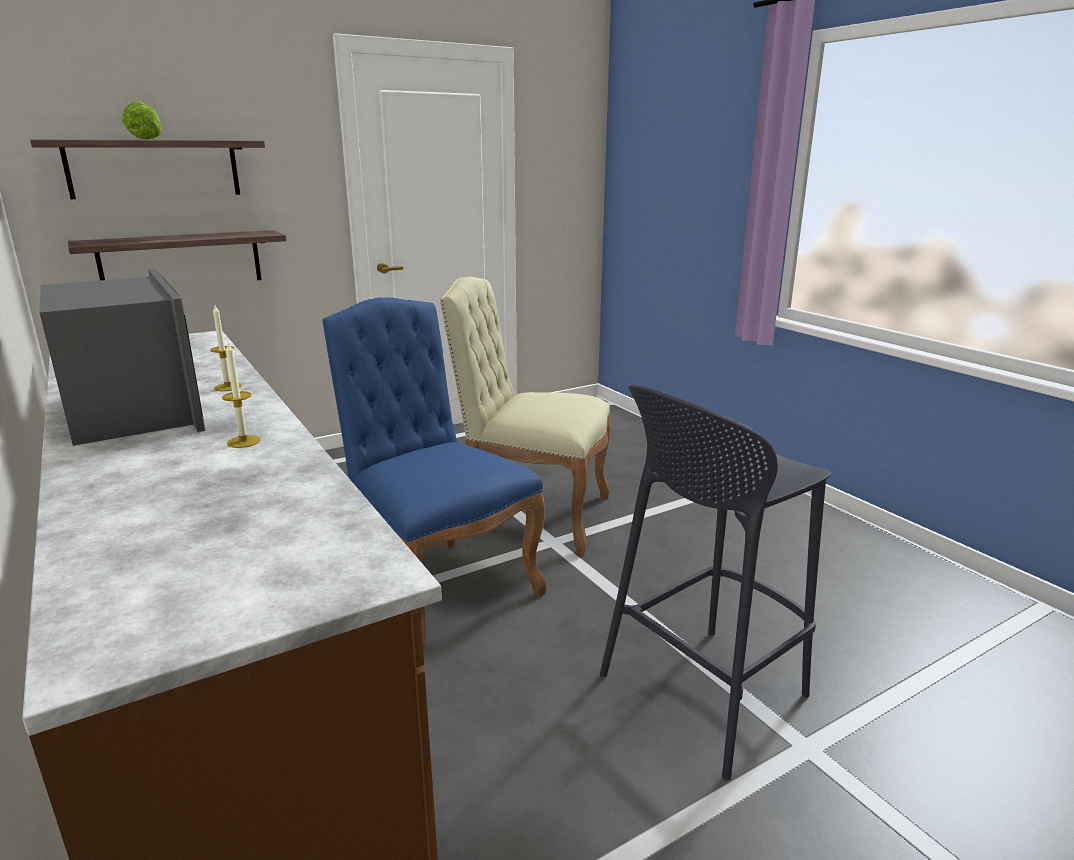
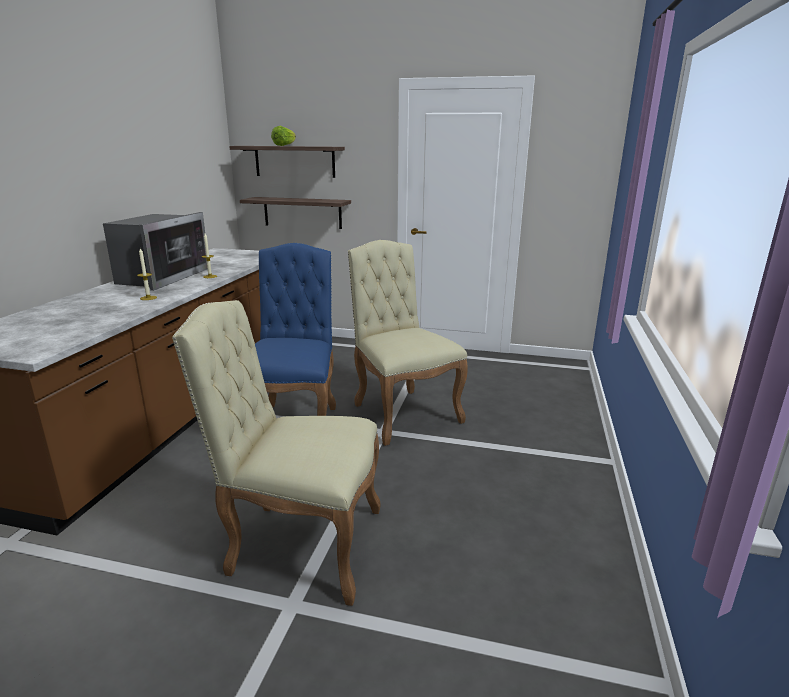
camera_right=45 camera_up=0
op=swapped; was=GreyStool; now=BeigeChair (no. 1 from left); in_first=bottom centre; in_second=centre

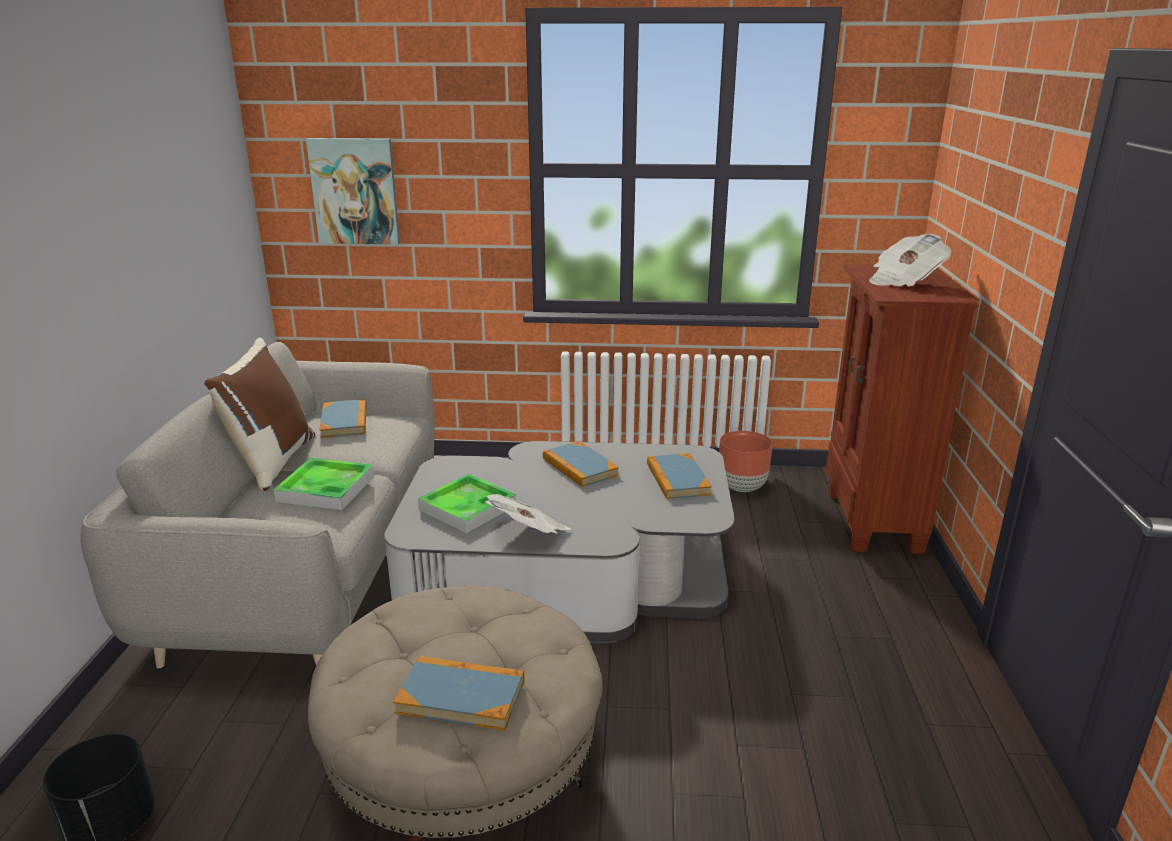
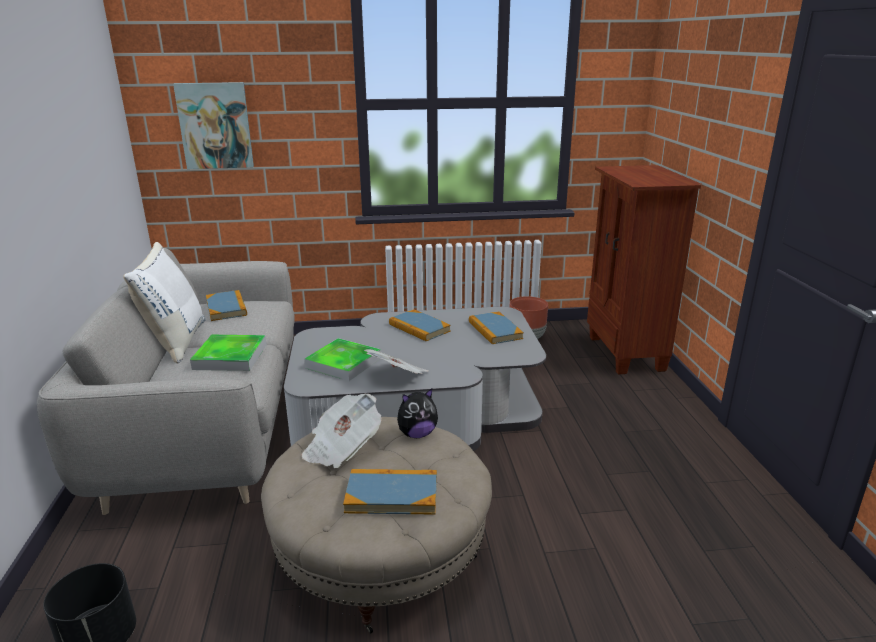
camera_right=-10 camera_up=0
op=repainted; was=BrownPillow; now=WhitePillow; in_first=middle left; in_second=middle left
op=shifted; was=Newspaper (no. 2 from left in the first image); now=Newspaper (no. 1 from left); in_first=top right; in_second=bottom centre
op=new; now=PlushToy; in_second=centre

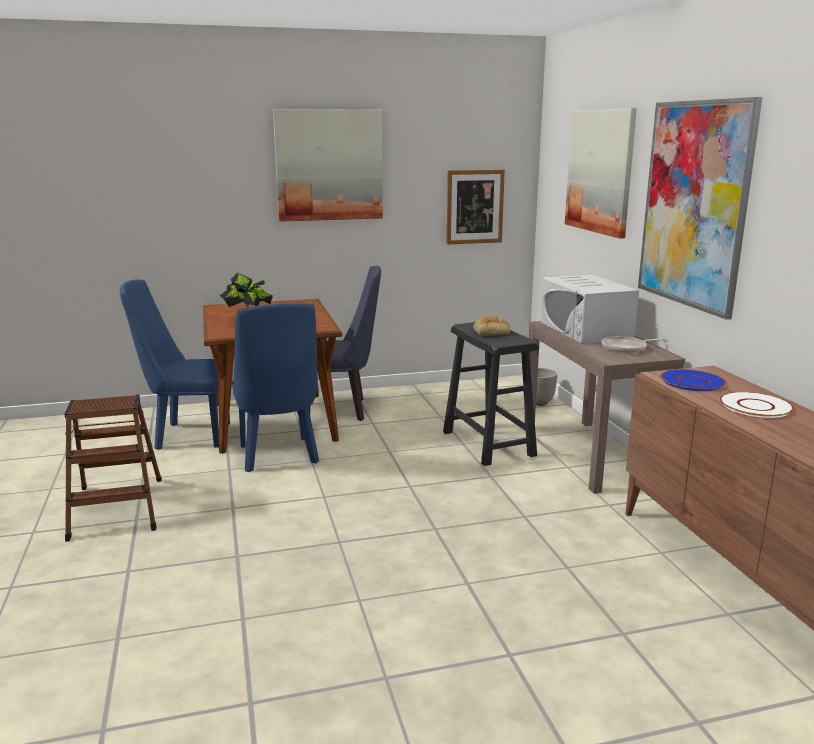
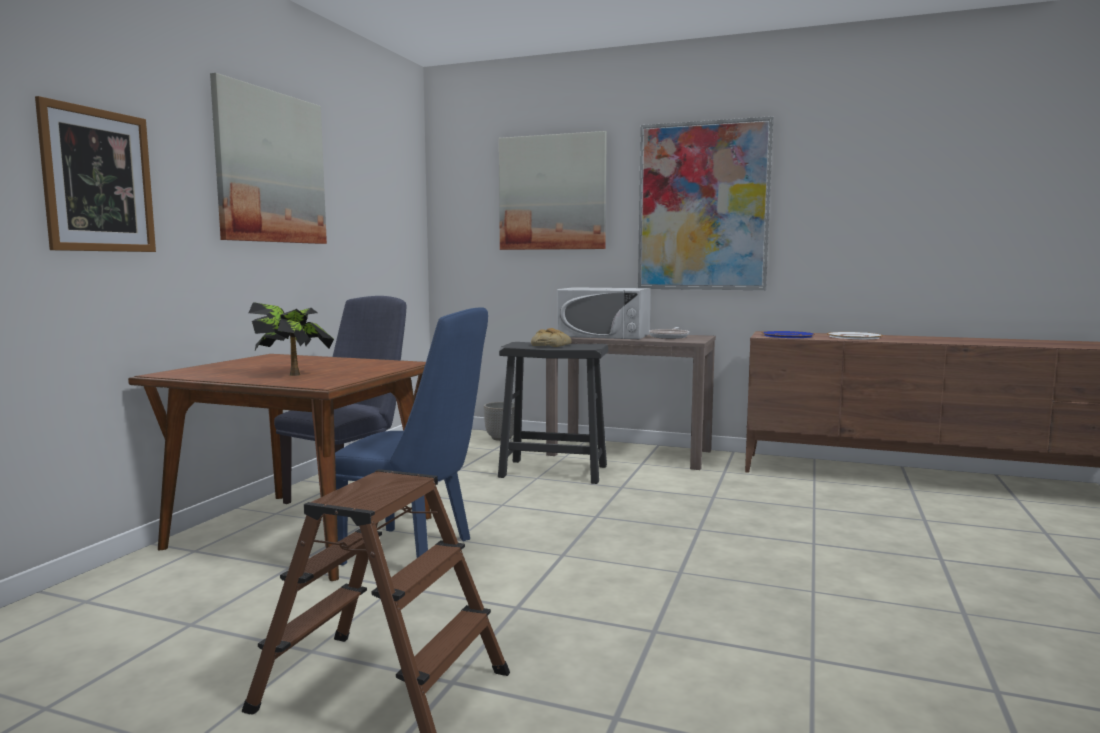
camera_right=-55 camera_up=-10
op=gone; was=BlueChair (no. 1 from left); in_first=middle left
op=shifted; was=Picture (no. 2 from left in the first image); now=Picture (no. 1 from left); in_first=top centre; in_second=top left

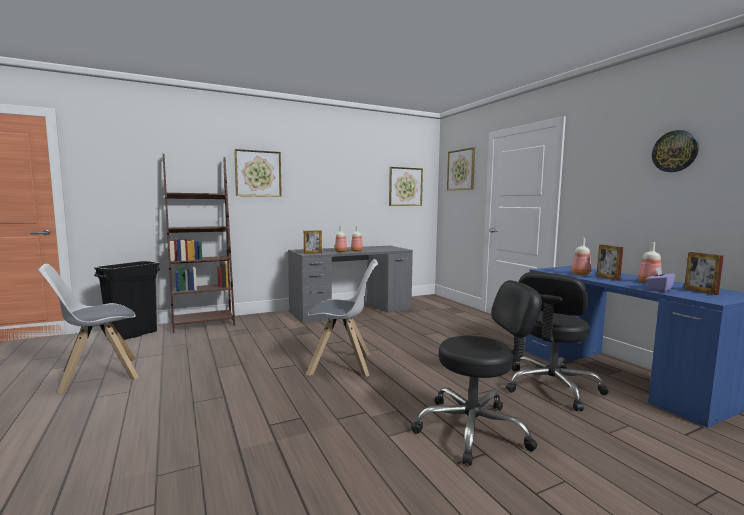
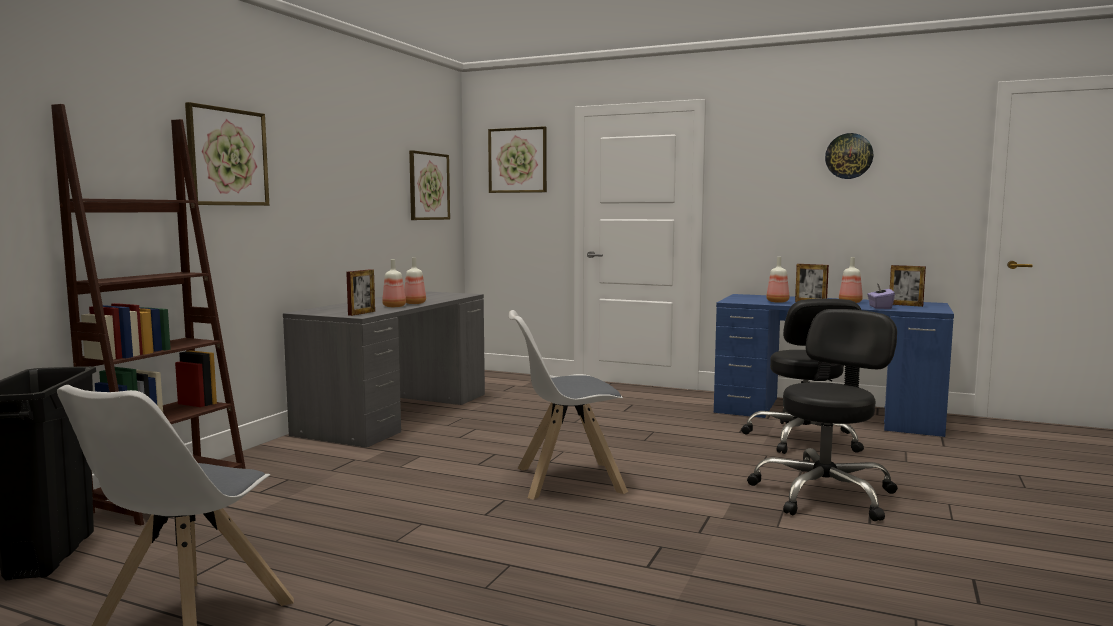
camera_right=-40 camera_up=0
op=rotated; was=Chair (no. 2 from left); in_first=centre; in_second=centre; clockwise=-150

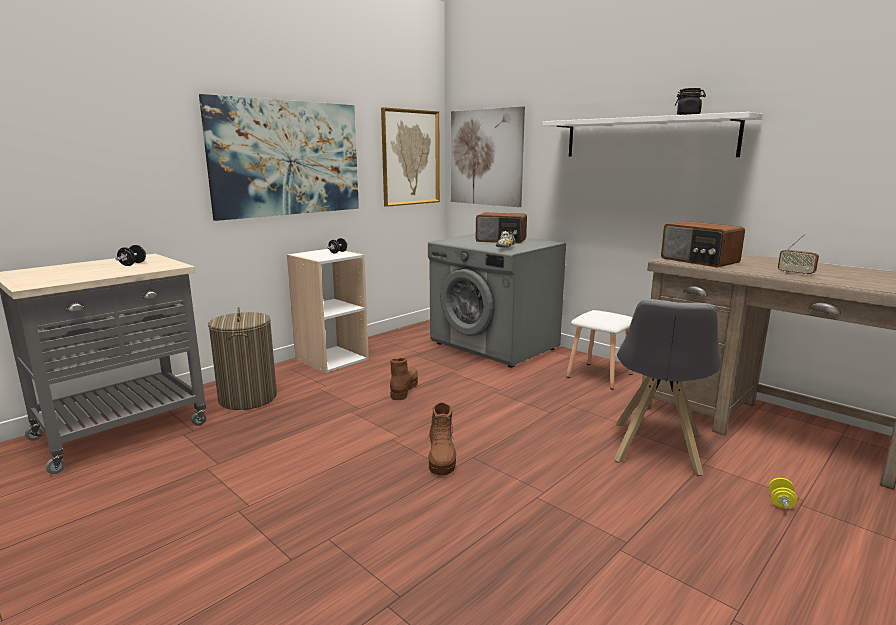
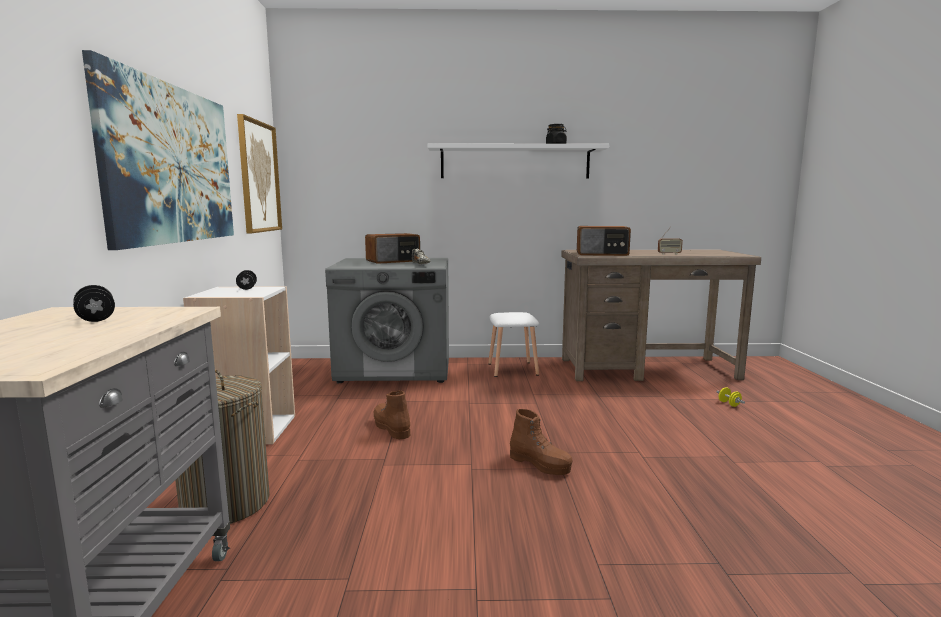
camera_right=-45 camera_up=-5
op=gone; was=Picture (no. 3 from left); in_first=top centre
op=gone; was=GreyChair; in_first=middle right

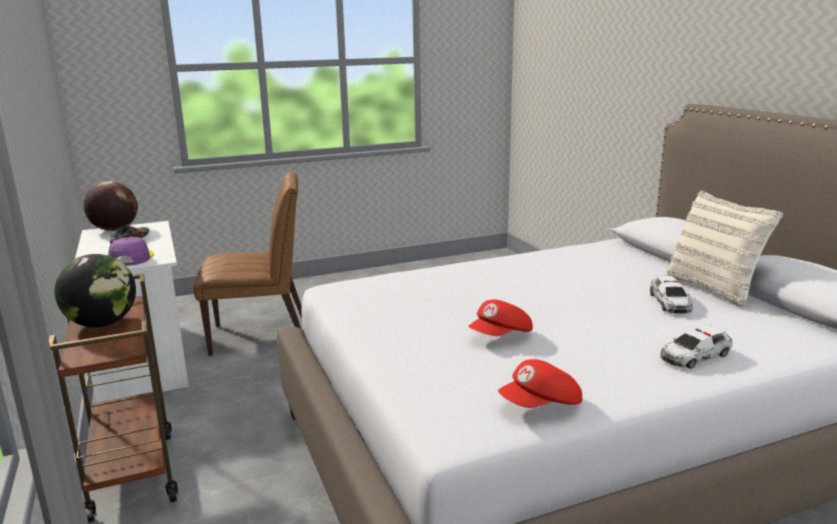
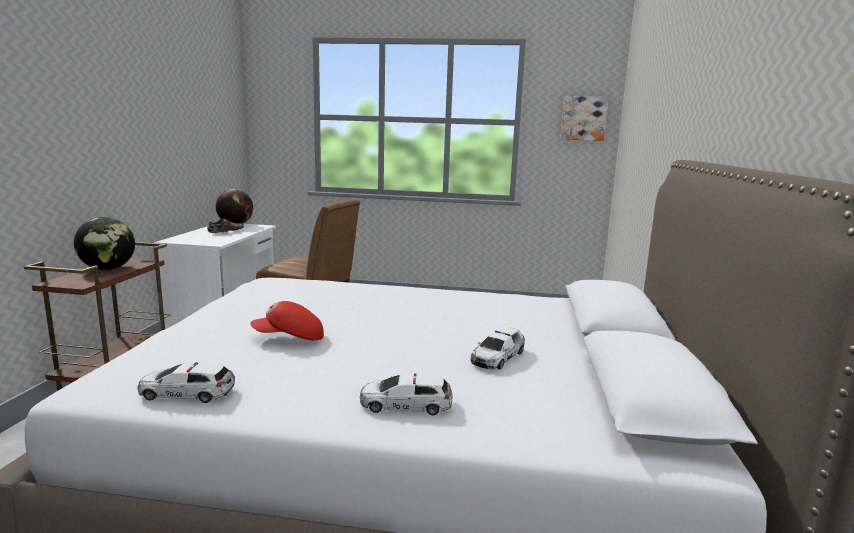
camera_right=30 camera_up=-5
op=gone; was=PurpleCap; in_first=middle left
op=swapped; was=RedCap (no. 2 from left); now=ToyCar (no. 1 from left); in_first=bottom centre; in_second=bottom left
op=gone; was=BeigePillow; in_first=middle right
op=new; now=Picture; in_second=top right

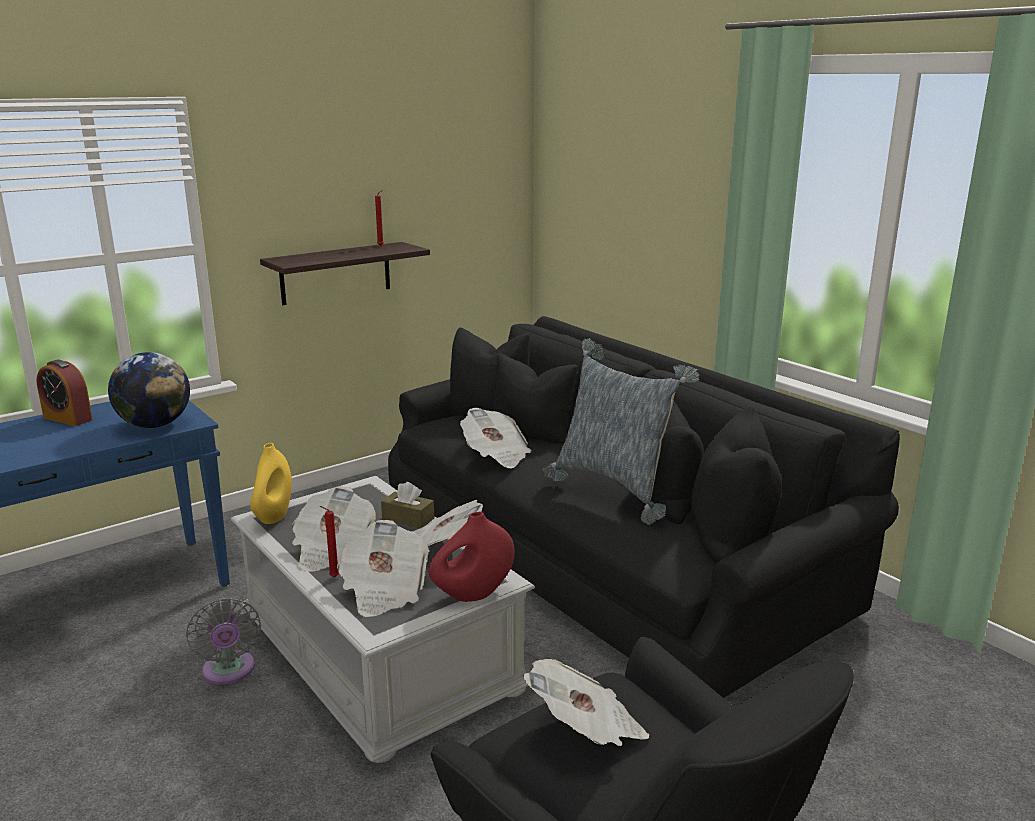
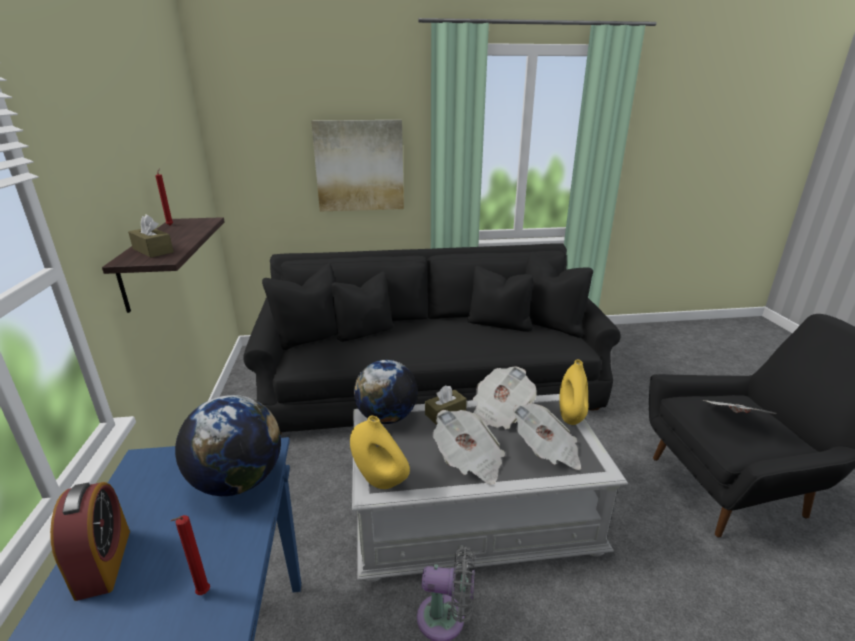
camera_right=-60 camera_up=5
op=rotated; was=AlarmClock; in_first=middle left; in_second=bottom left; clockwise=-75
op=shifted; was=RedCandle (no. 1 from left in the first image); now=RedCandle (no. 2 from left); in_first=middle left; in_second=bottom left
op=repainted; was=RedVase; now=YellowVase (no. 2 from left); in_first=bottom centre; in_second=middle right
op=gone; was=Newspaper (no. 4 from left); in_first=centre
op=gone; was=Pillow; in_first=centre
op=new; now=BrownTissueBox (no. 1 from left); in_second=middle left
op=new; now=Picture; in_second=top centre
op=new; now=Globe (no. 2 from left); in_second=centre

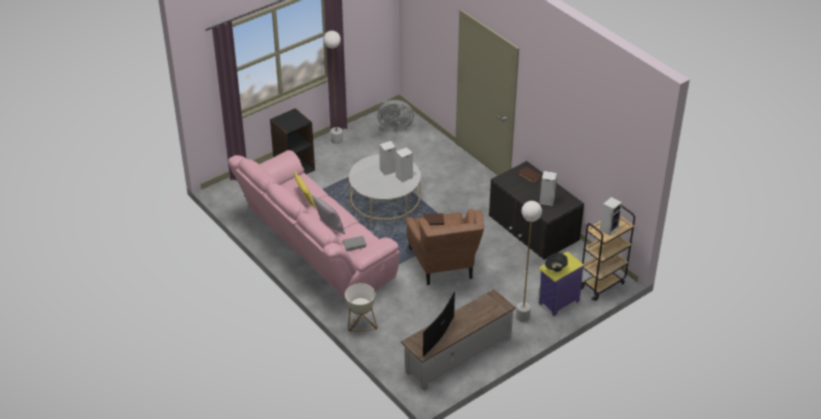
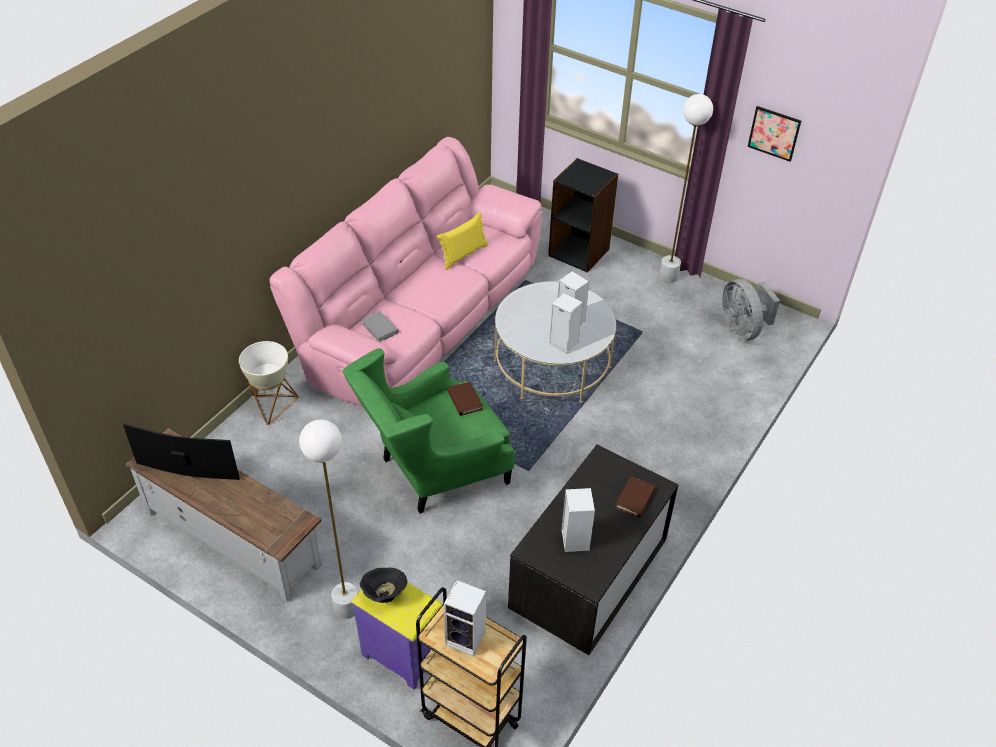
camera_right=70 camera_up=5
op=gone; was=PurplePillow; in_first=centre
op=repainted; was=BrownArmchair; now=GreenArmchair; in_first=centre; in_second=centre
op=new; now=Picture; in_second=top right

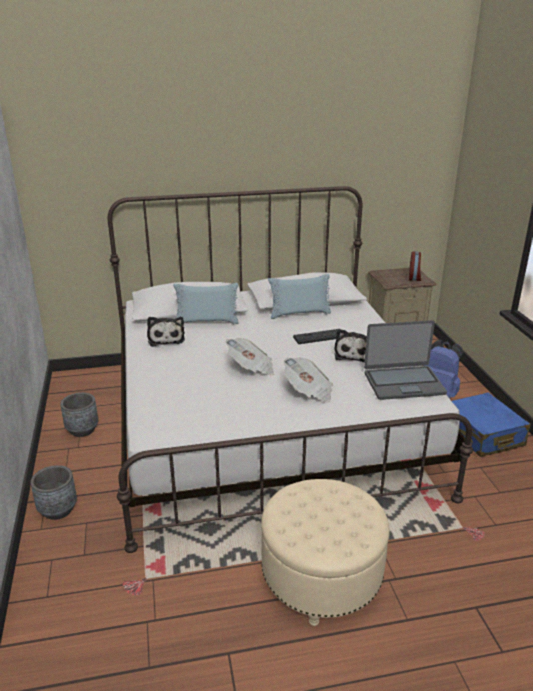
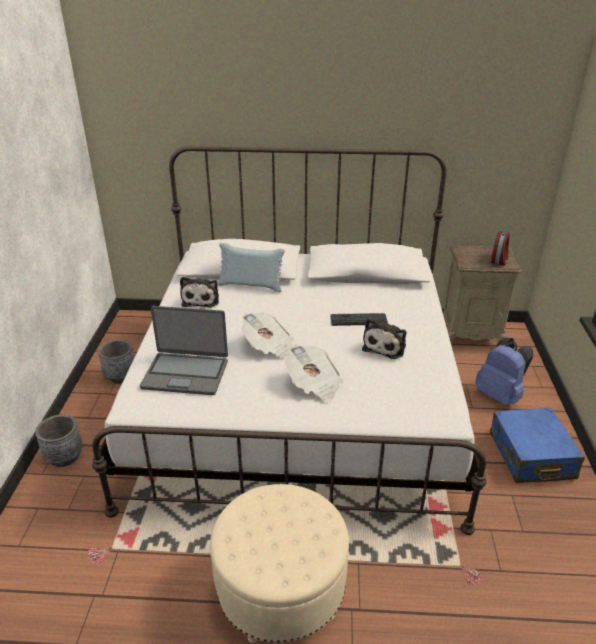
camera_right=15 camera_up=5
op=gone; was=BluePillow (no. 2 from left); in_first=centre
op=shifted; was=Laptop; in_first=middle right; in_second=middle left

